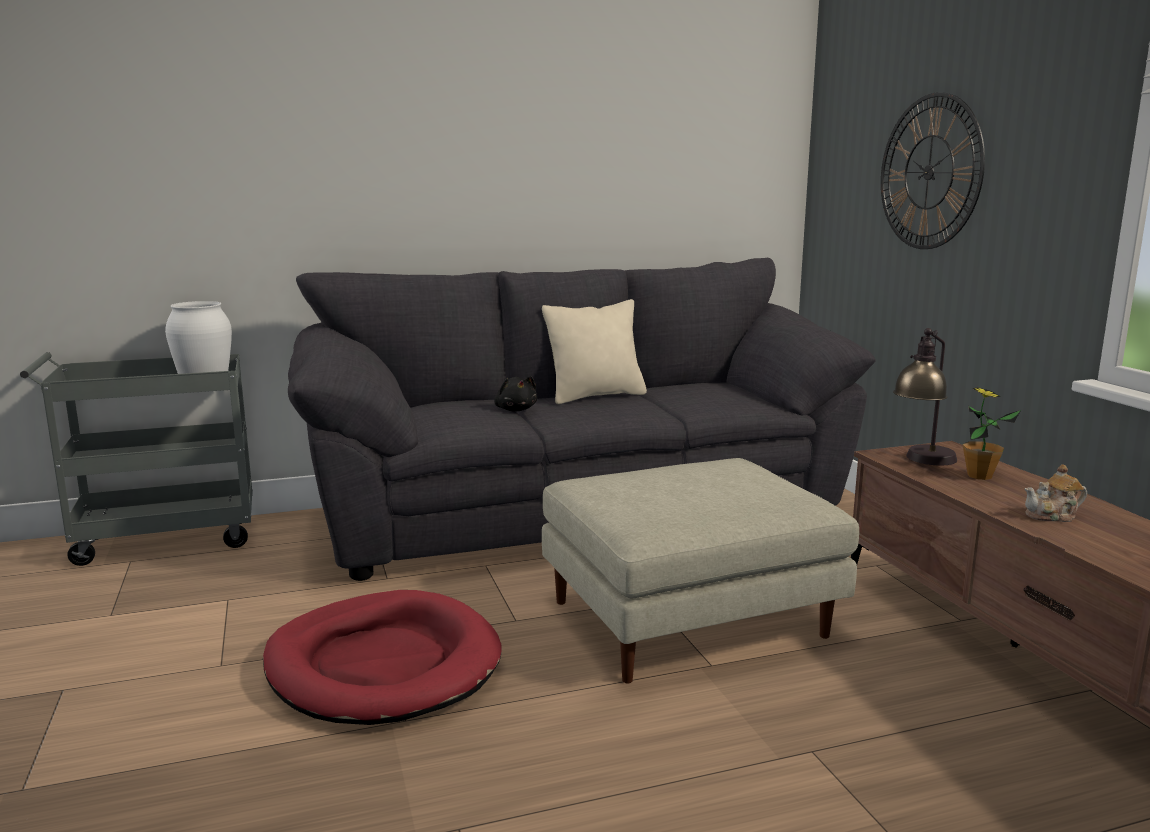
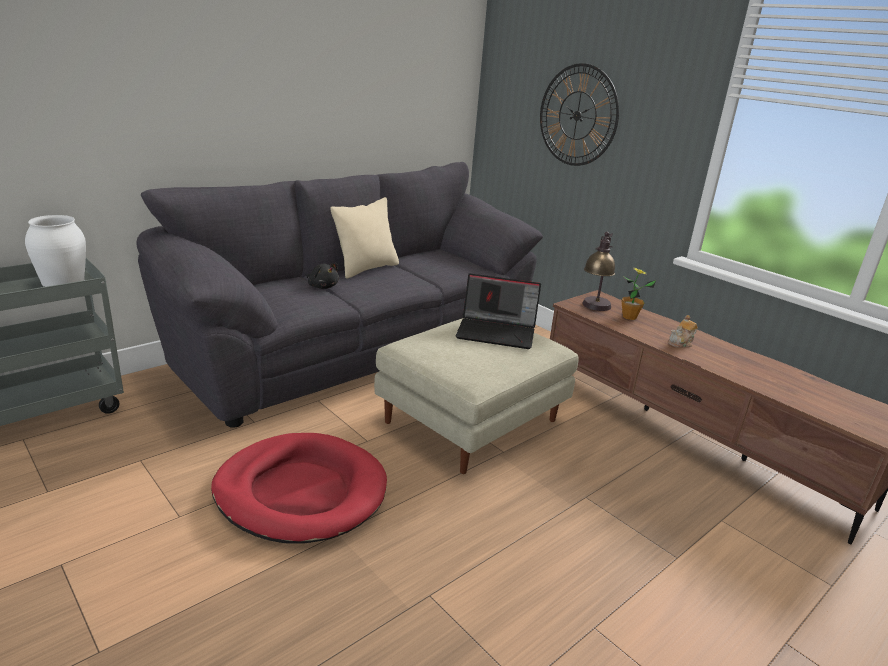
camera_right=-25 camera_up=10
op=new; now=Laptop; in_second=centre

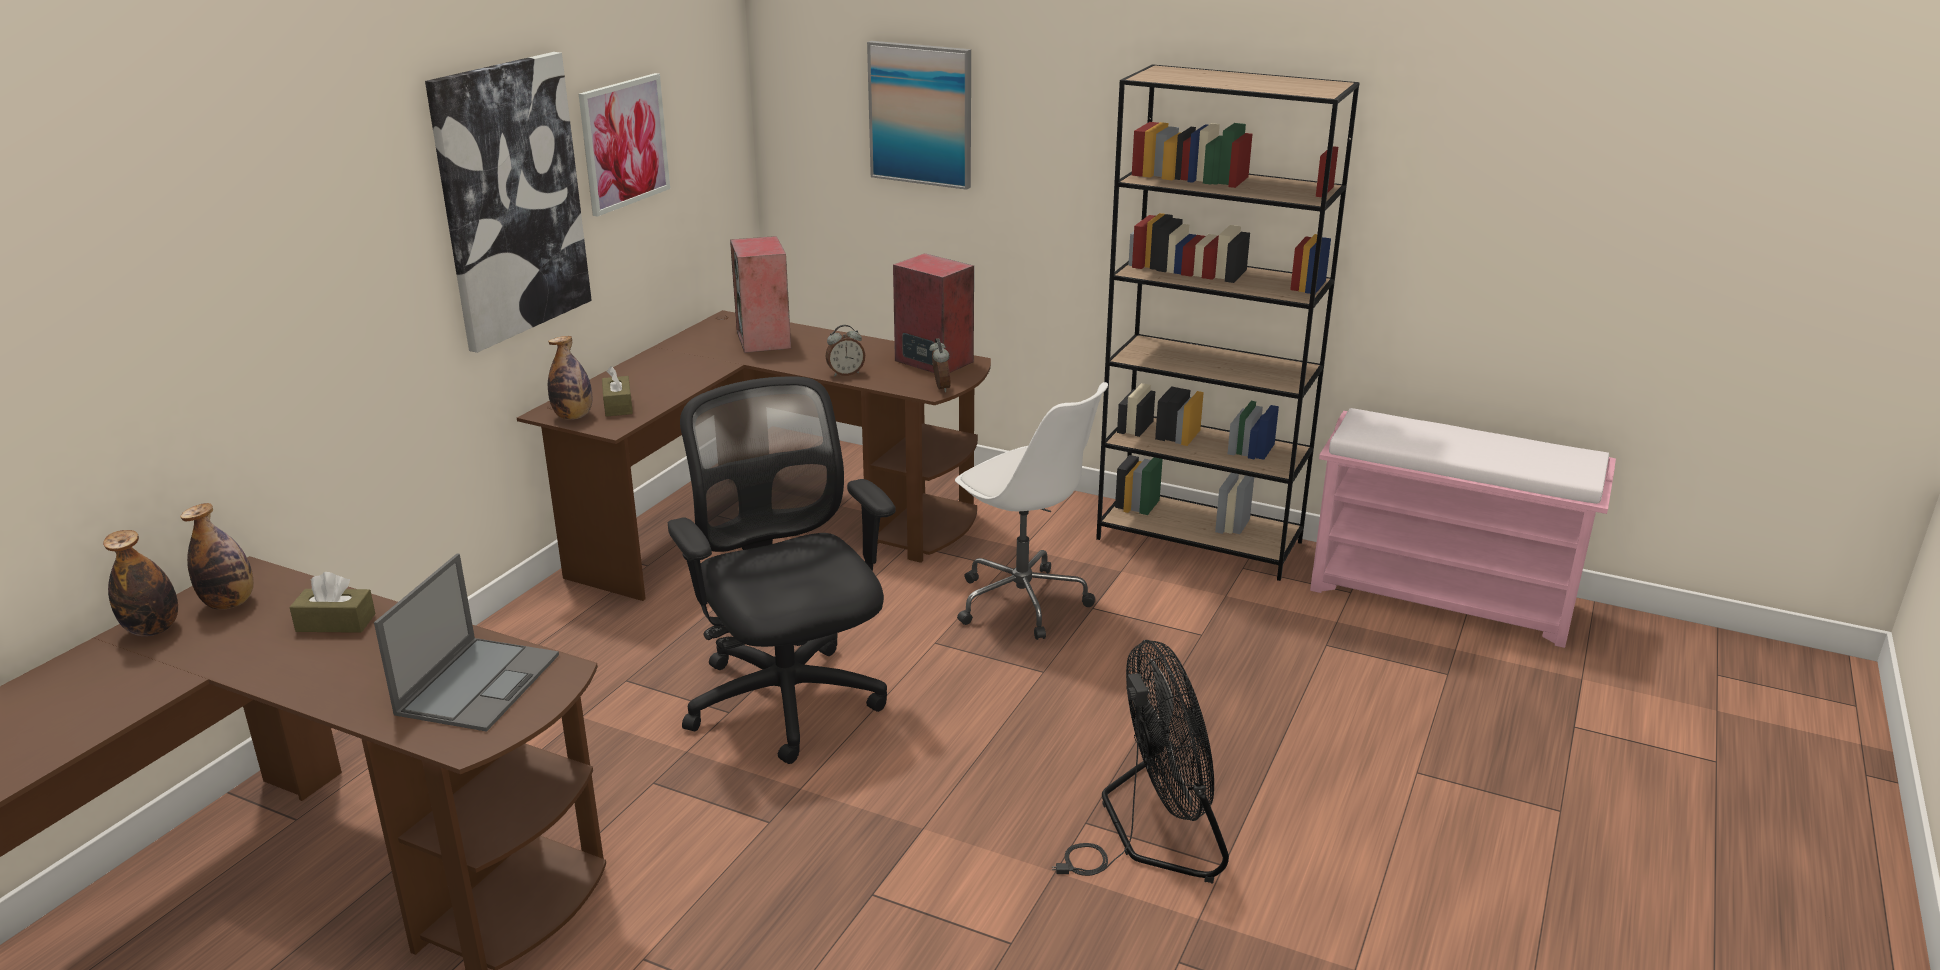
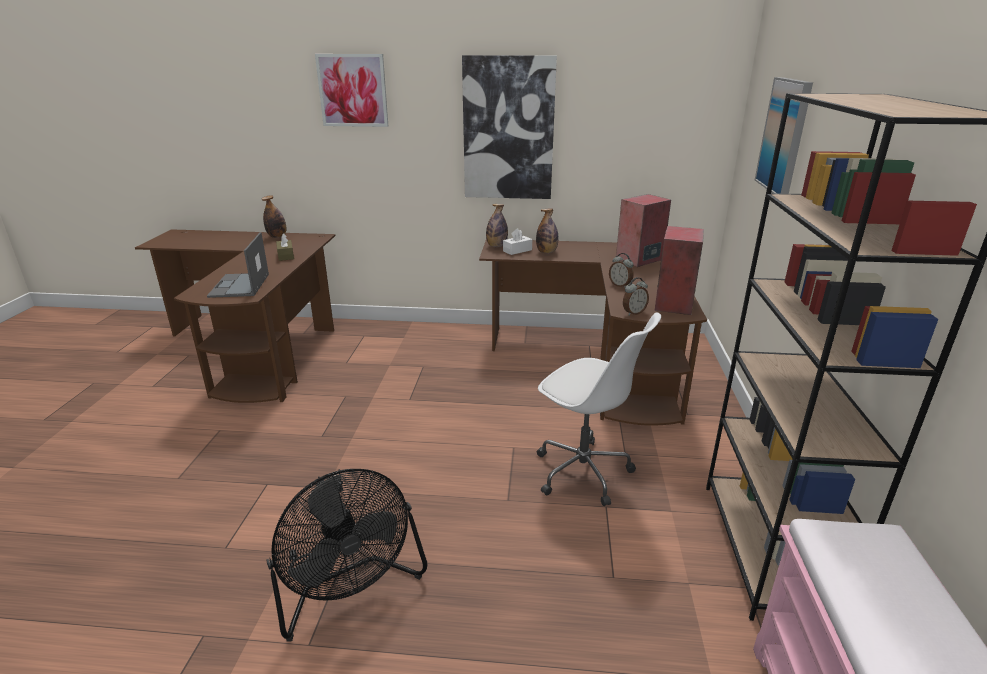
camera_right=70 camera_up=0
op=shifted; was=Bottle (no. 2 from left in the first image); now=Bottle (no. 3 from left); in_first=middle left; in_second=centre
op=rotated; was=Laptop; in_first=middle left; in_second=middle left; clockwise=90
op=shifted; was=Picture (no. 2 from left in the first image); now=Picture (no. 1 from left); in_first=top left; in_second=top centre
op=repainted; was=BrownTissueBox (no. 2 from left); now=WhiteTissueBox; in_first=middle left; in_second=centre
op=gone; was=BlackOfficeChair; in_first=centre
op=rotated; was=WhiteOfficeChair; in_first=centre; in_second=centre; clockwise=-75

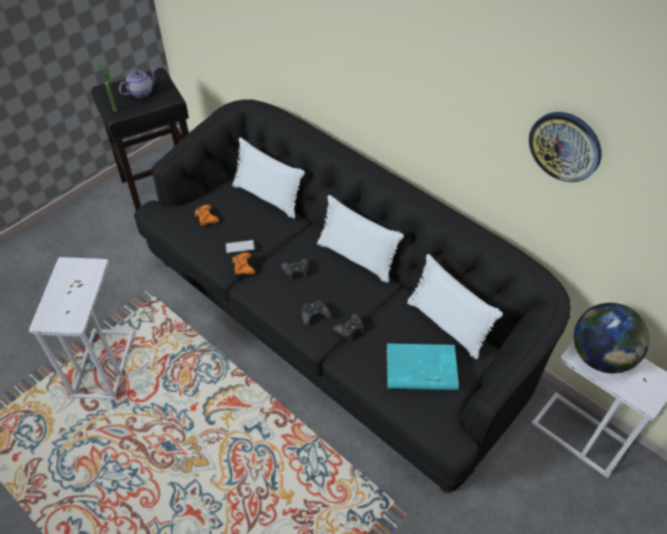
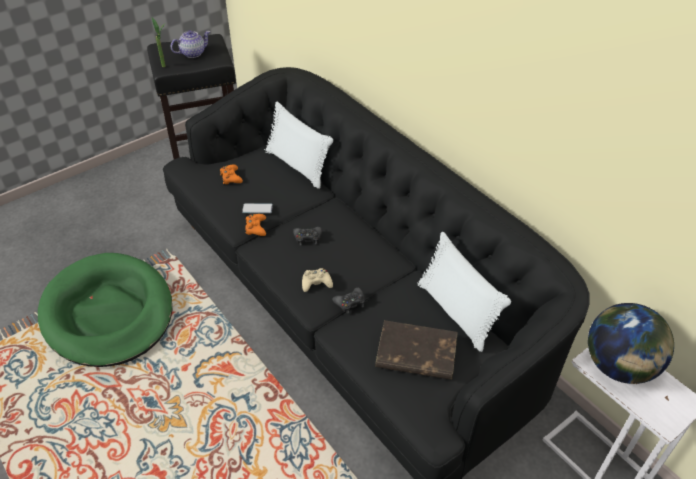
camera_right=10 camera_up=-5
op=swapped; was=WhiteSideTable (no. 1 from left); now=GreenDogBed; in_first=middle left; in_second=middle left
op=repainted; was=BlackGameController (no. 2 from left); now=BeigeGameController; in_first=centre; in_second=centre
op=gone; was=WhitePillow (no. 2 from left); in_first=centre
op=repainted; was=TurquoiseBook; now=BrownBook; in_first=bottom centre; in_second=bottom centre
op=gone; was=WallClock; in_first=top right

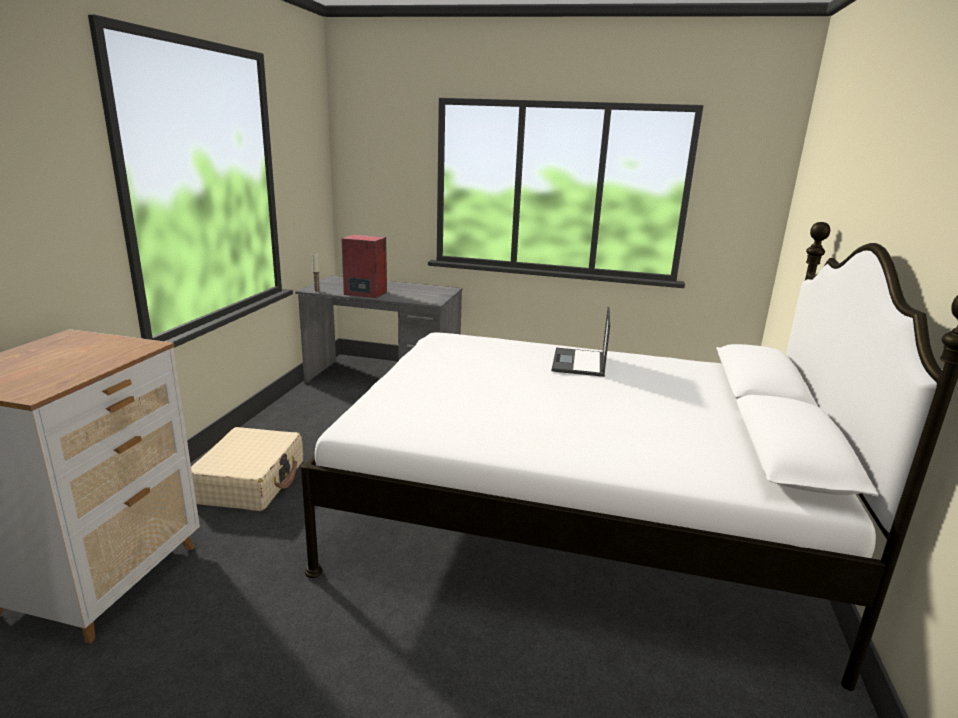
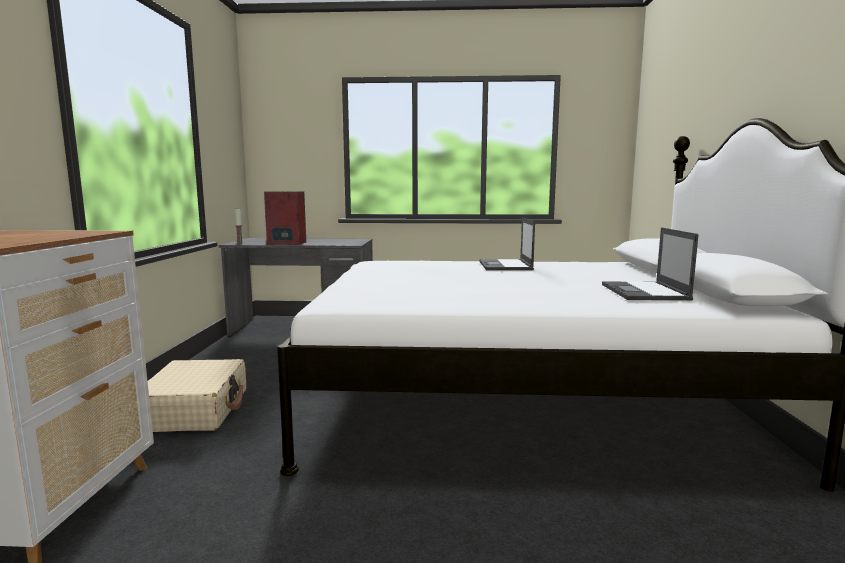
camera_right=-10 camera_up=-10
op=new; now=Laptop (no. 2 from left); in_second=middle right

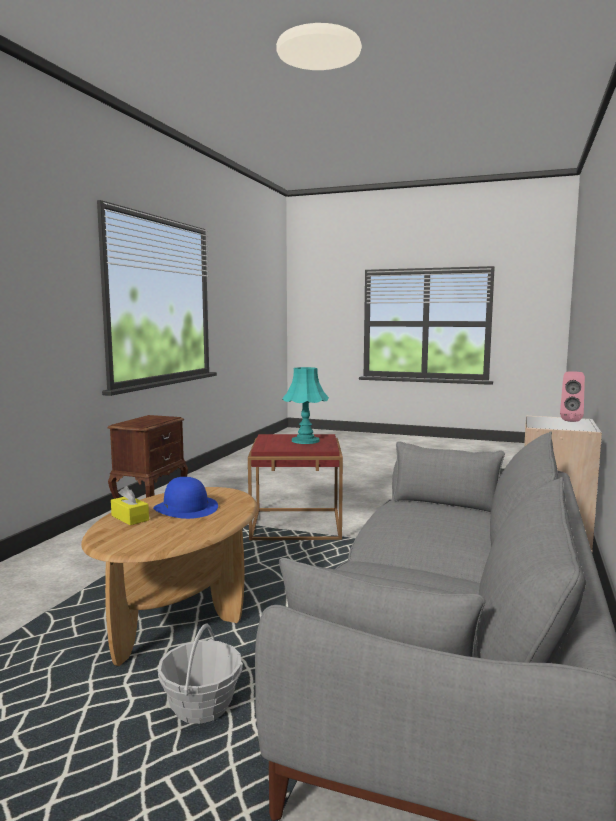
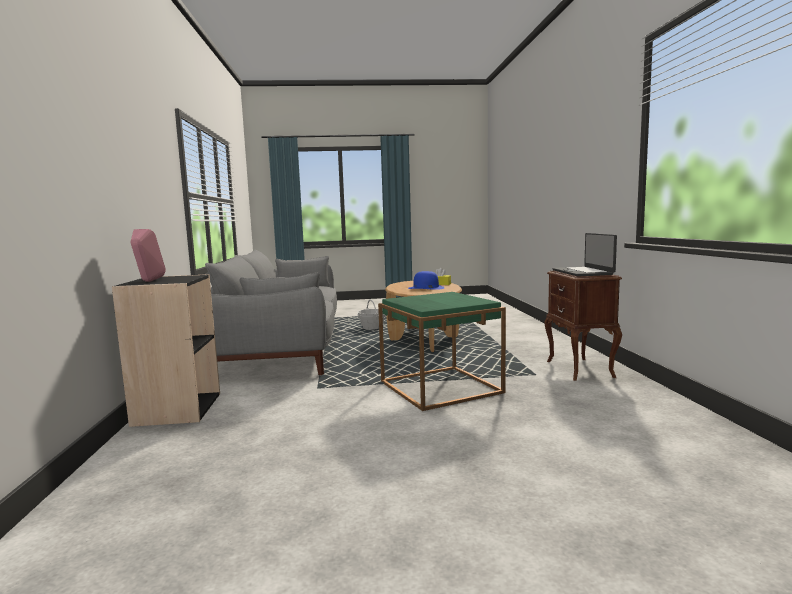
camera_right=155 camera_up=0
op=repainted; was=RedSideTable; now=GreenSideTable; in_first=centre; in_second=centre
op=gone; was=TurquoiseTableLamp; in_first=centre
op=new; now=Laptop; in_second=middle right

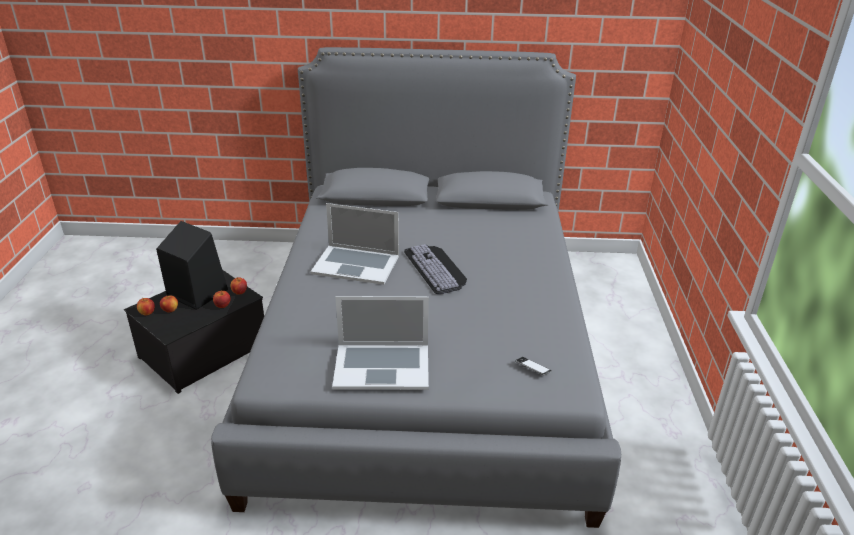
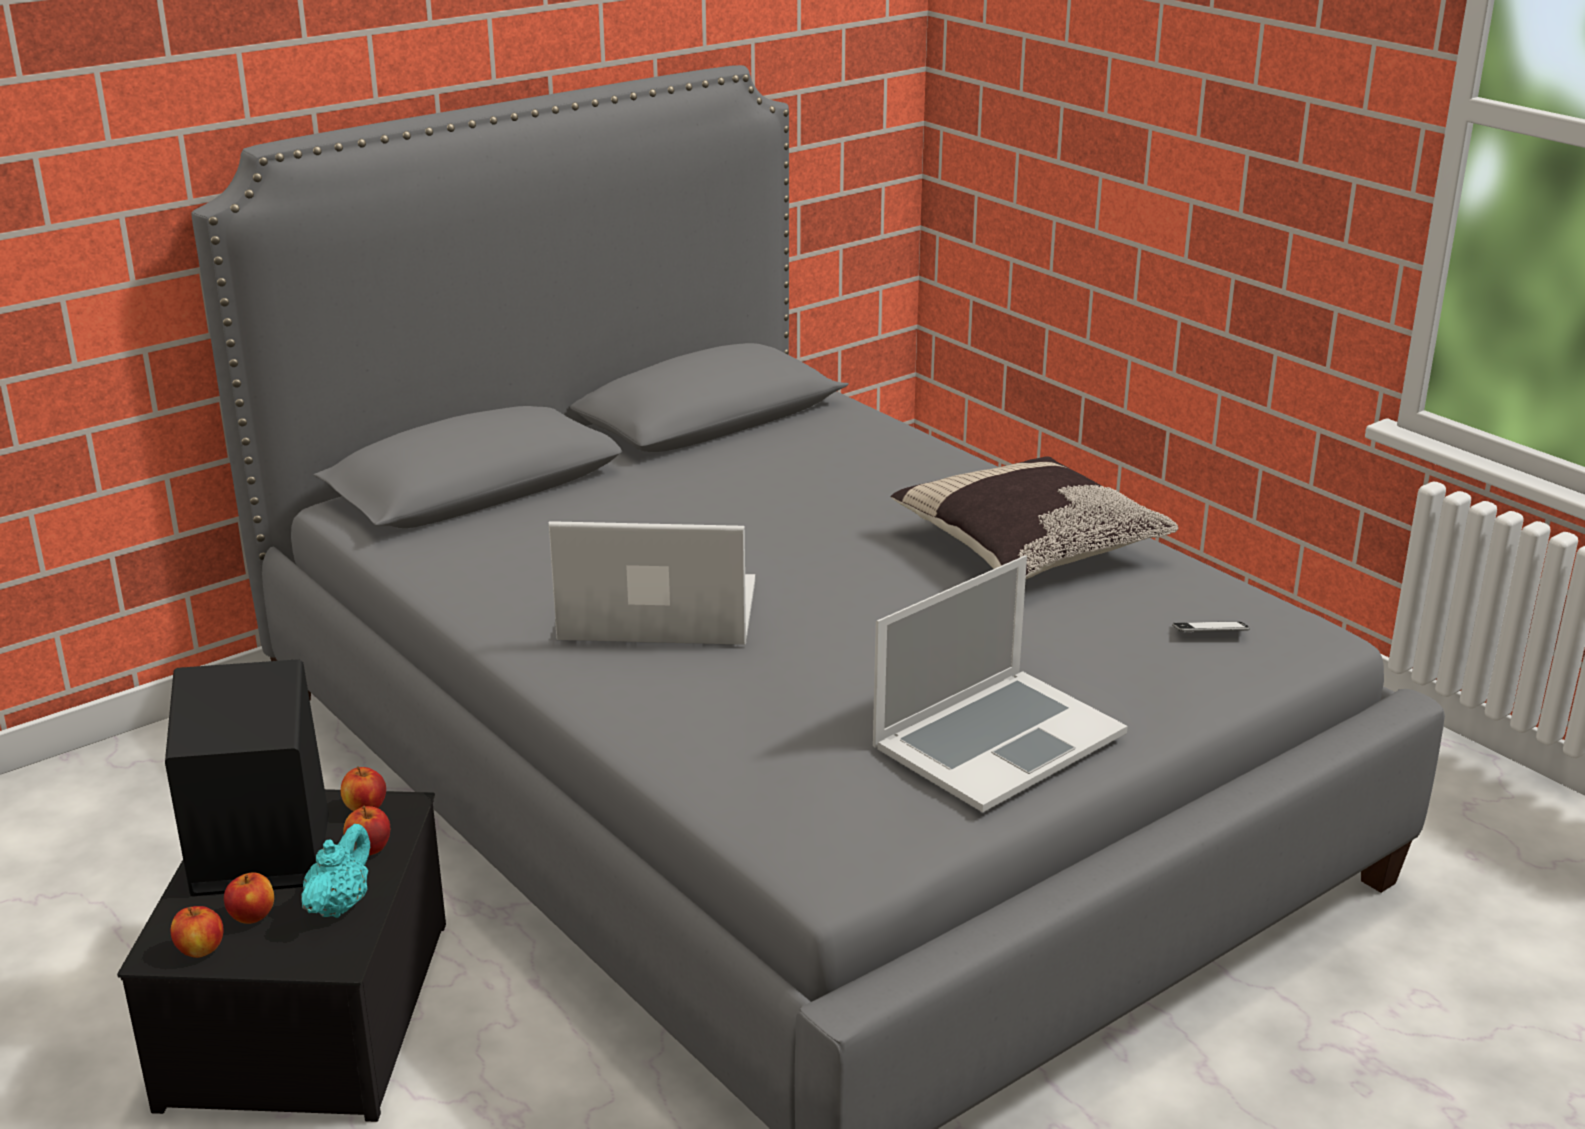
camera_right=-40 camera_up=-5
op=rotated; was=Laptop (no. 1 from left); in_first=centre; in_second=centre; clockwise=-150
op=gone; was=Keyboard; in_first=centre
op=new; now=TurquoiseTeapot; in_second=bottom left
op=new; now=Pillow; in_second=centre

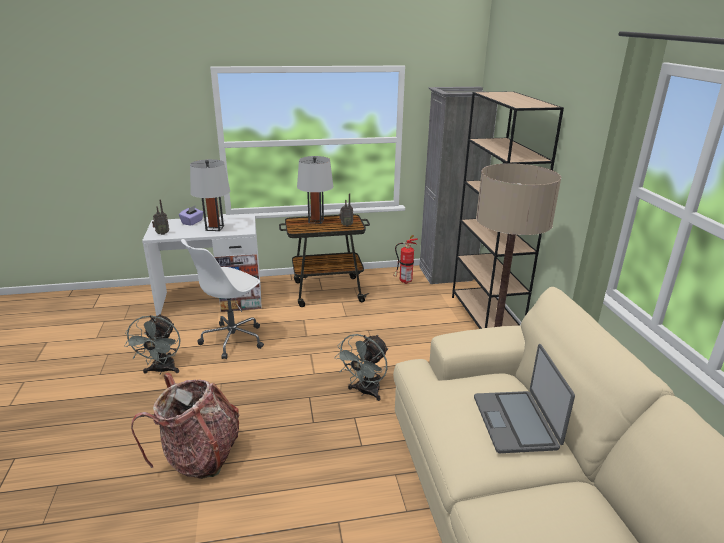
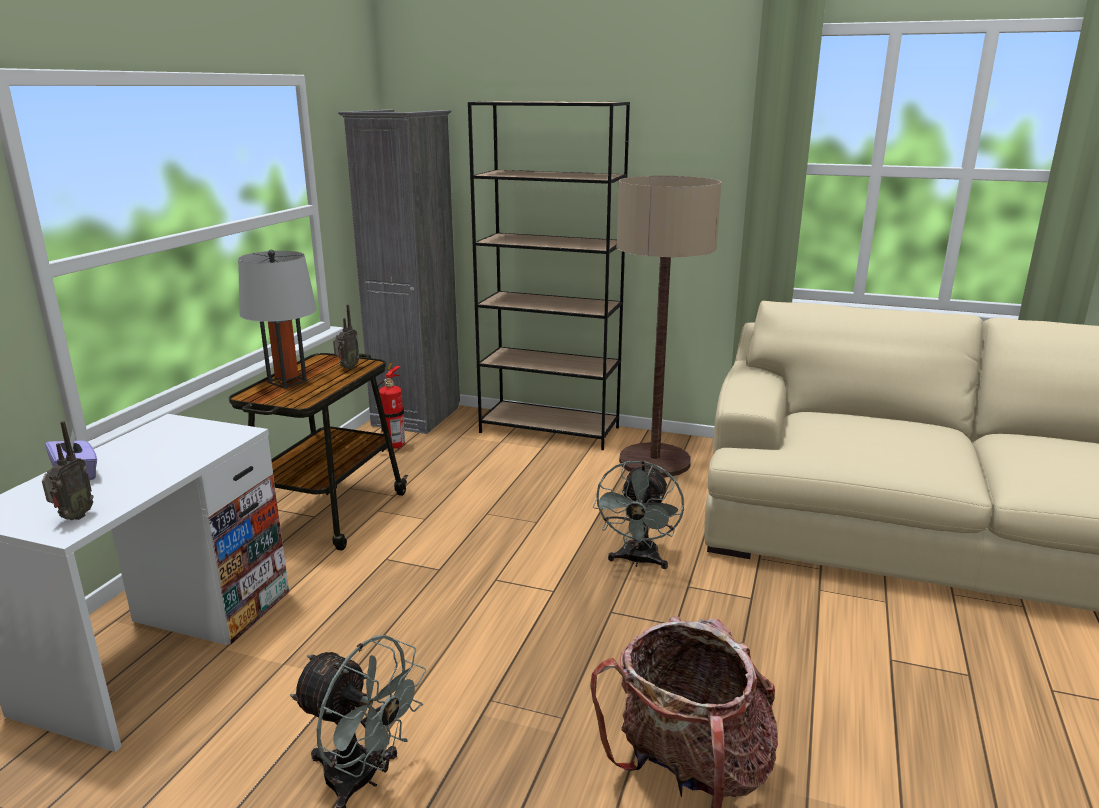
camera_right=-60 camera_up=-5
op=gone; was=WhiteOfficeChair; in_first=middle left
op=gone; was=GreyTableLamp (no. 1 from left); in_first=middle left
op=rotated; was=GreyFan (no. 2 from left); in_first=bottom centre; in_second=centre; clockwise=45
op=gone; was=Laptop; in_first=bottom right

